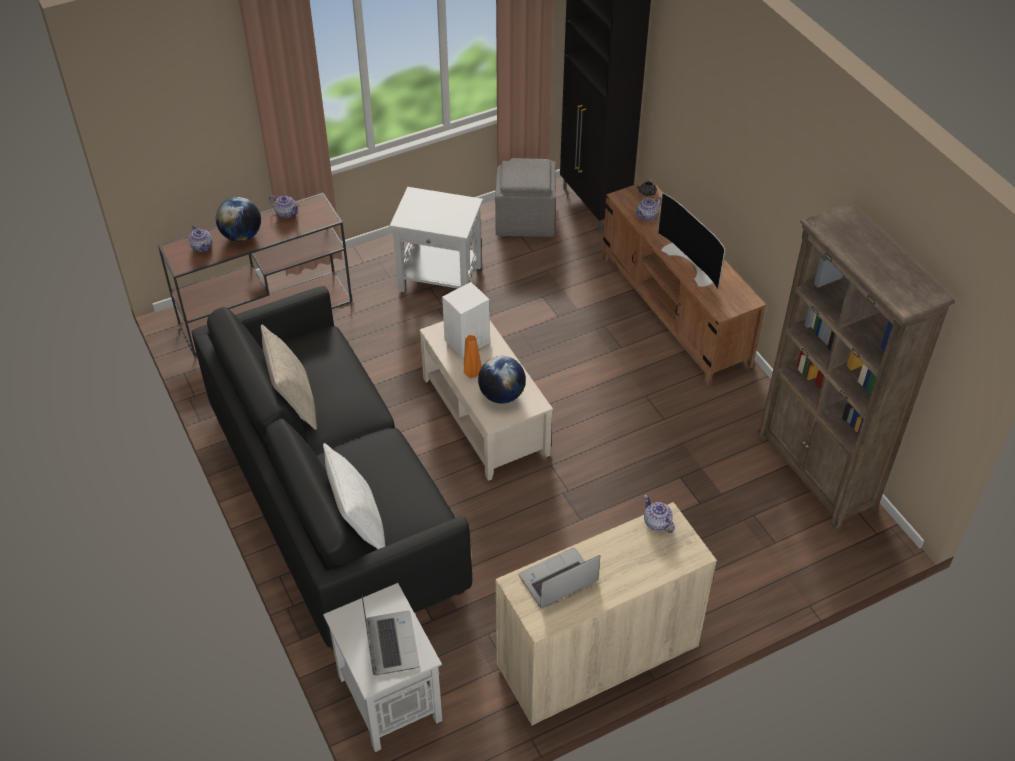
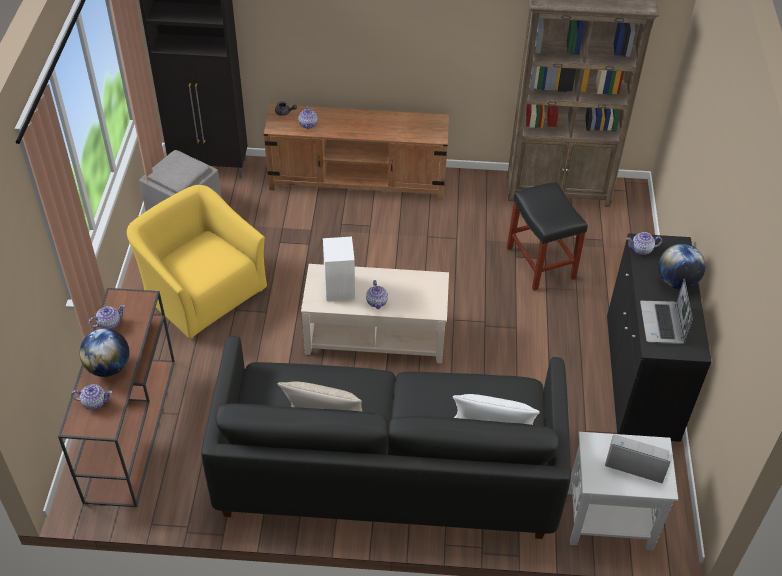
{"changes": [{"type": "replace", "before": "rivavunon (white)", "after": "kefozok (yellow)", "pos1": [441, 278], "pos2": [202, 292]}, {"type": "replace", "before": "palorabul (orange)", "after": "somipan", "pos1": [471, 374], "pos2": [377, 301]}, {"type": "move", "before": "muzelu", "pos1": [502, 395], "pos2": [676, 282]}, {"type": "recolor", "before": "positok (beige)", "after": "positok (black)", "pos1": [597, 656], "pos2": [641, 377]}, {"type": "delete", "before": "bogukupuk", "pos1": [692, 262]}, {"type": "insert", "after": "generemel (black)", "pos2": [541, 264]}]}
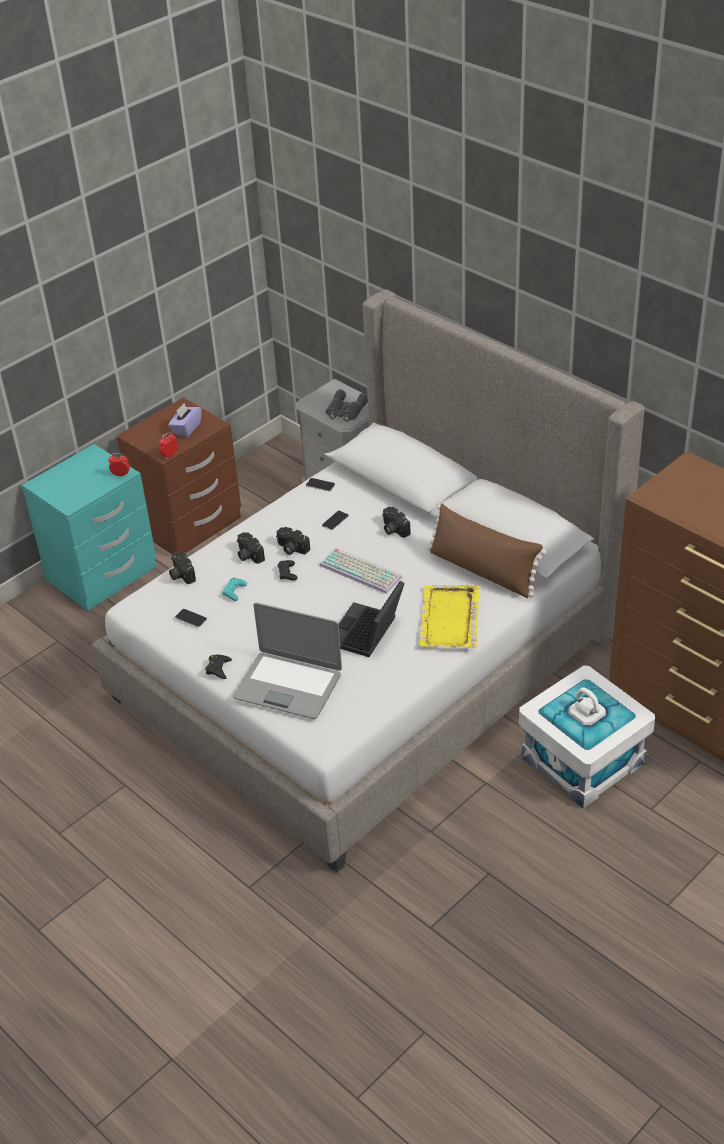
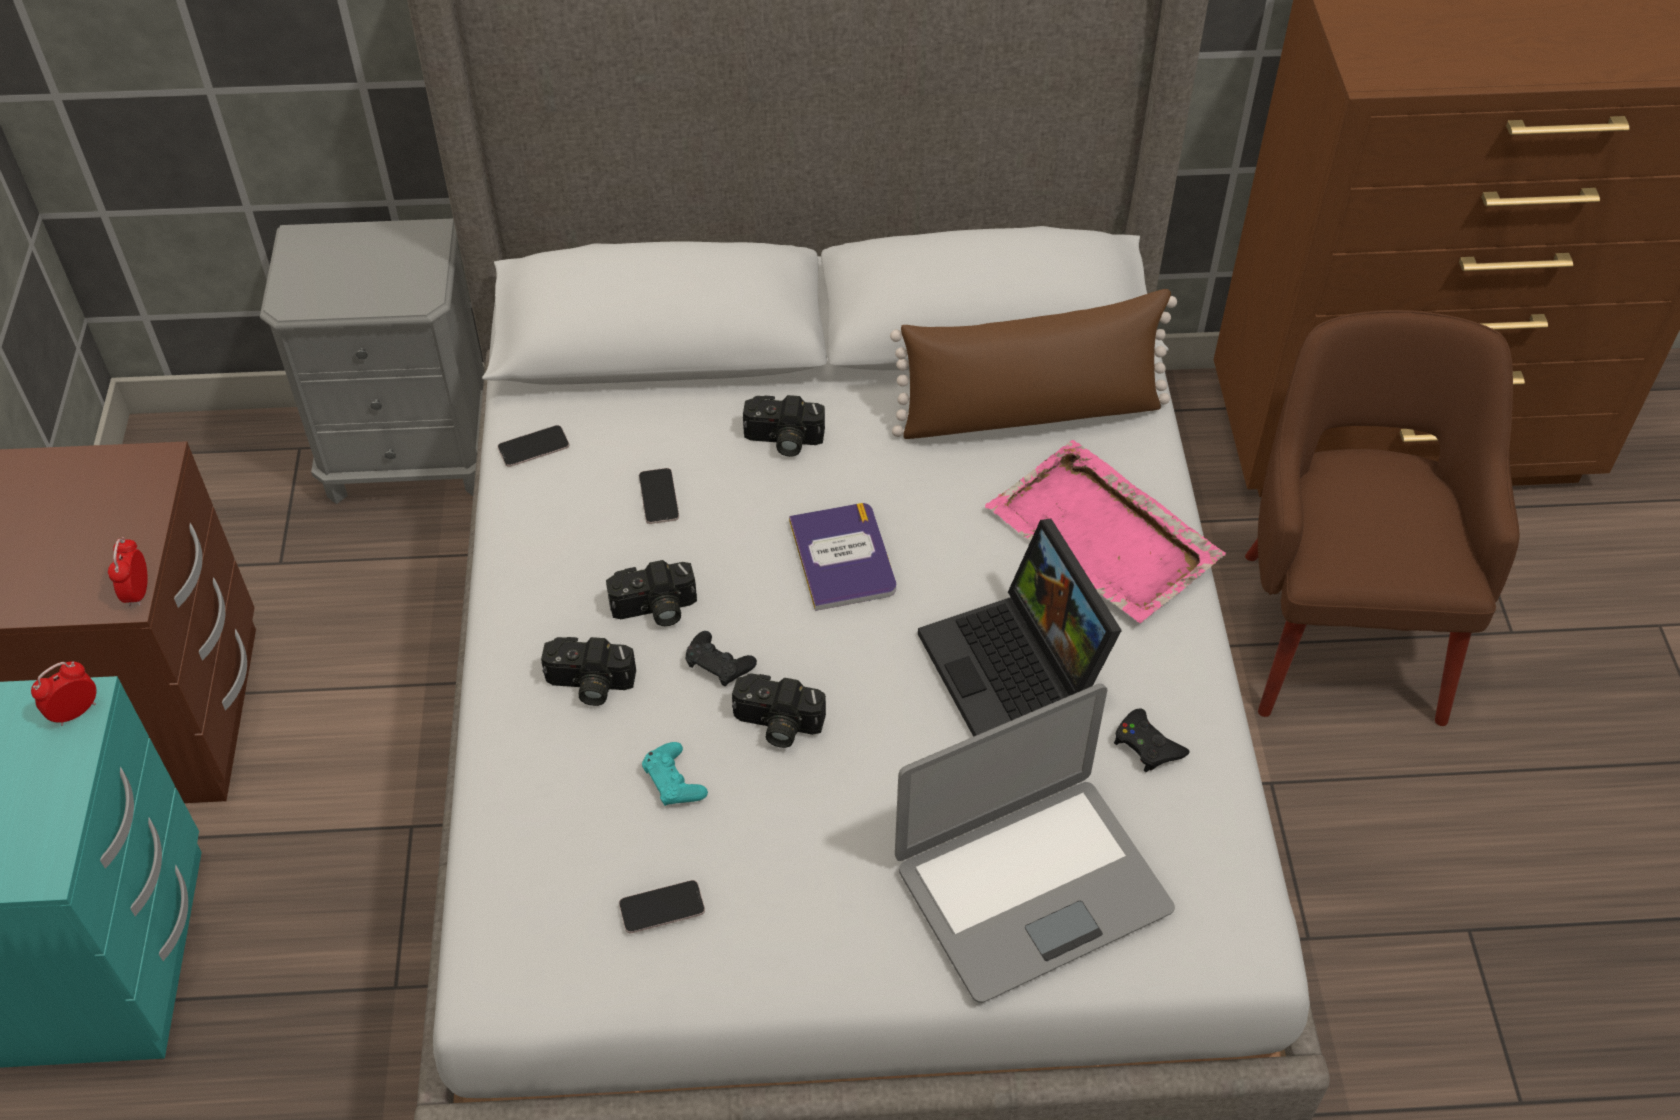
{"changes": [{"type": "delete", "before": "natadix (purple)", "pos1": [186, 429]}, {"type": "move", "before": "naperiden", "pos1": [180, 574], "pos2": [776, 725]}, {"type": "move", "before": "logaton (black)", "pos1": [218, 668], "pos2": [1147, 745]}, {"type": "replace", "before": "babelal", "after": "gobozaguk", "pos1": [362, 571], "pos2": [843, 557]}, {"type": "delete", "before": "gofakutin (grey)", "pos1": [345, 411]}, {"type": "recolor", "before": "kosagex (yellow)", "after": "kosagex (pink)", "pos1": [449, 619], "pos2": [1104, 537]}, {"type": "replace", "before": "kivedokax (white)", "after": "kefozok (brown)", "pos1": [583, 760], "pos2": [1341, 631]}]}
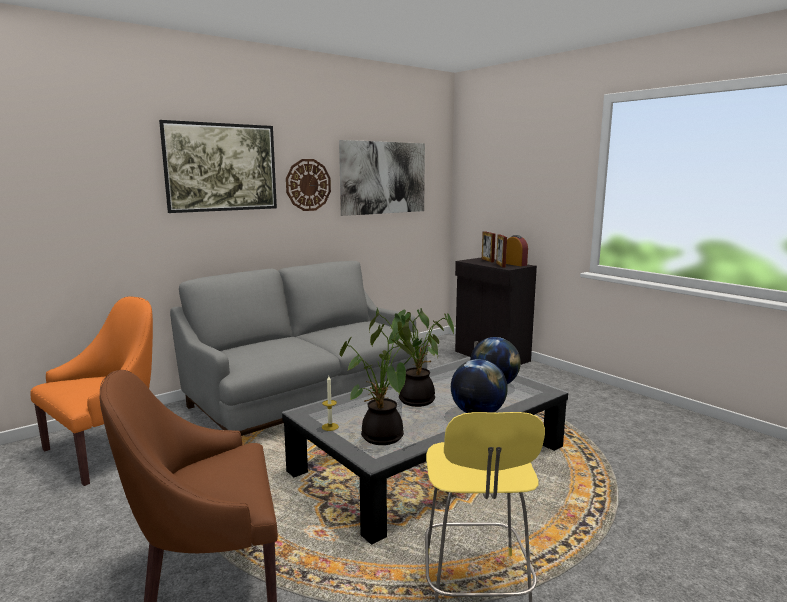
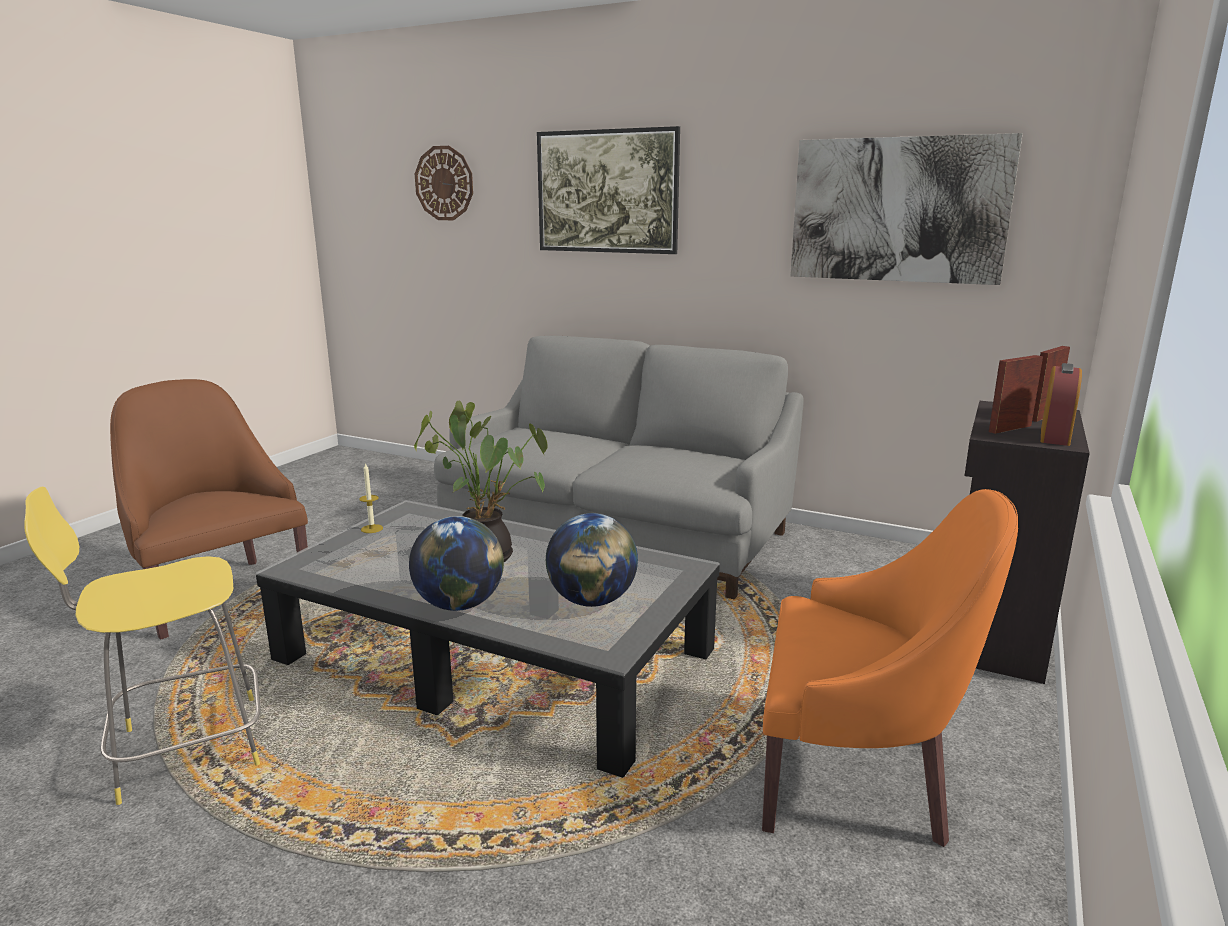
{"changes": [{"type": "move", "before": "kefozok (orange)", "pos1": [107, 450], "pos2": [856, 774]}, {"type": "move", "before": "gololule", "pos1": [308, 185], "pos2": [444, 183]}, {"type": "delete", "before": "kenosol", "pos1": [384, 438]}]}
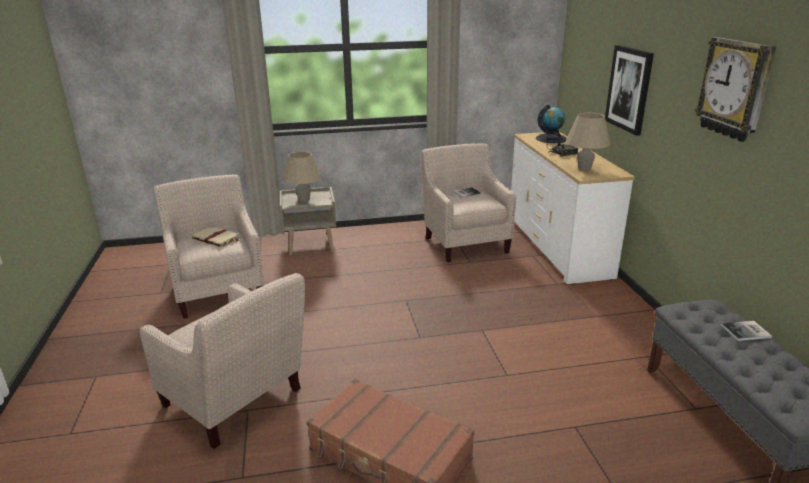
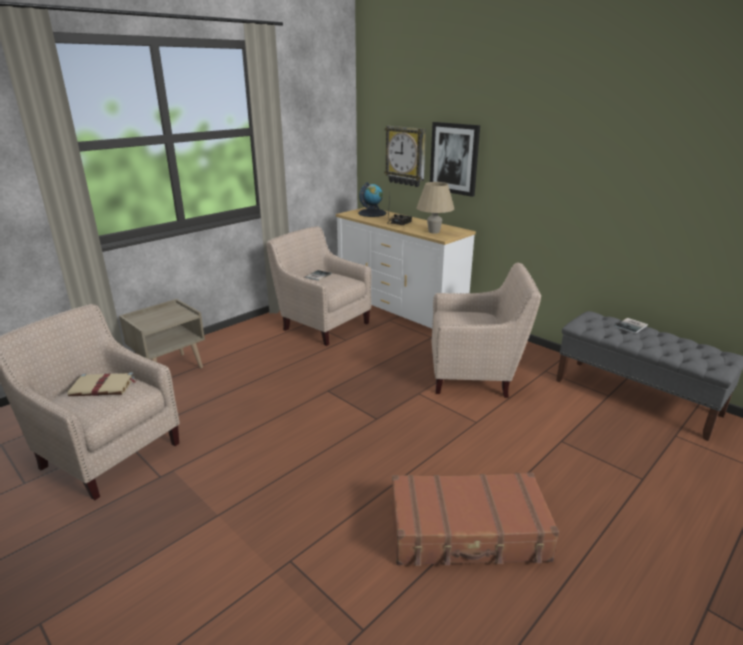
{"changes": [{"type": "move", "before": "kefozok (beige)", "pos1": [236, 403], "pos2": [475, 375]}, {"type": "delete", "before": "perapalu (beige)", "pos1": [304, 200]}, {"type": "move", "before": "gololule", "pos1": [735, 89], "pos2": [406, 156]}]}
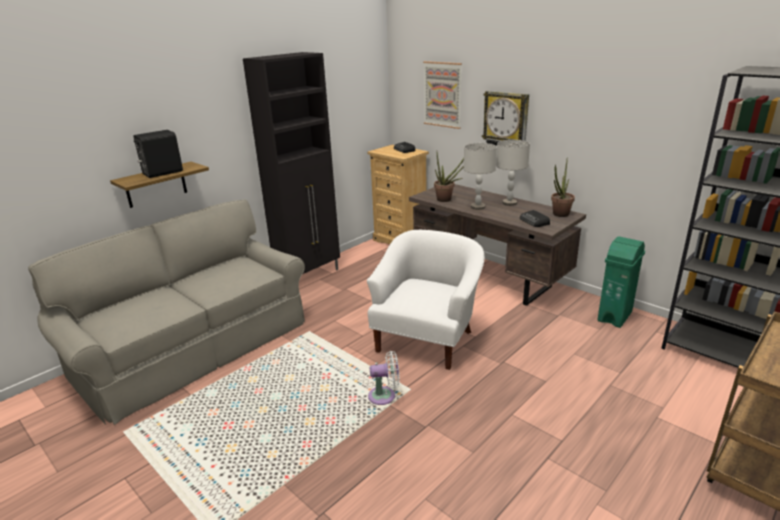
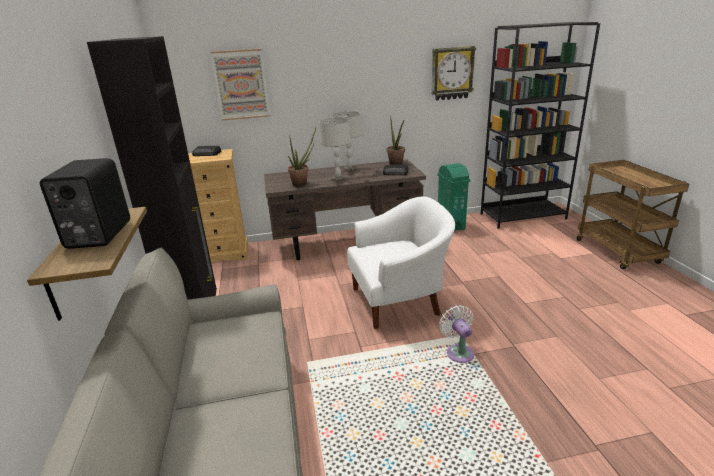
{"changes": [{"type": "rotate", "before": "kefozok (white)", "pos1": [427, 339], "pos2": [399, 301], "turn": 105}, {"type": "rotate", "before": "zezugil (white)", "pos1": [385, 396], "pos2": [458, 352], "turn": -45}, {"type": "move", "before": "gololule", "pos1": [506, 120], "pos2": [452, 73]}]}
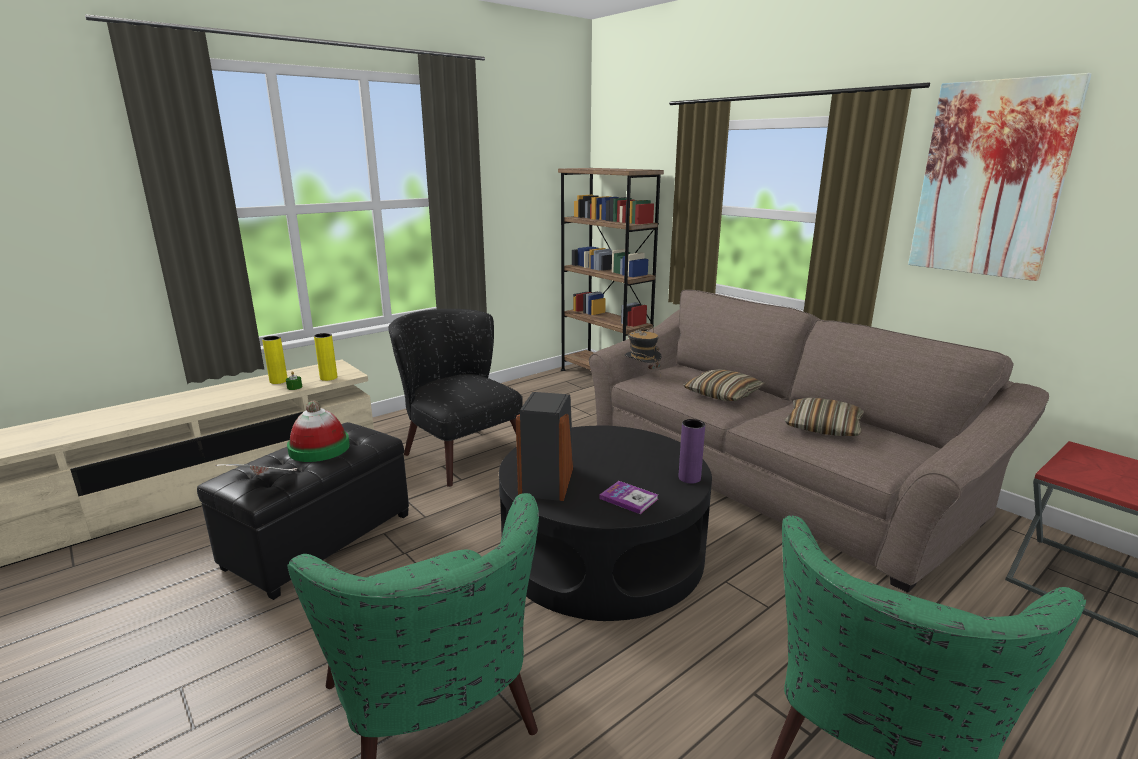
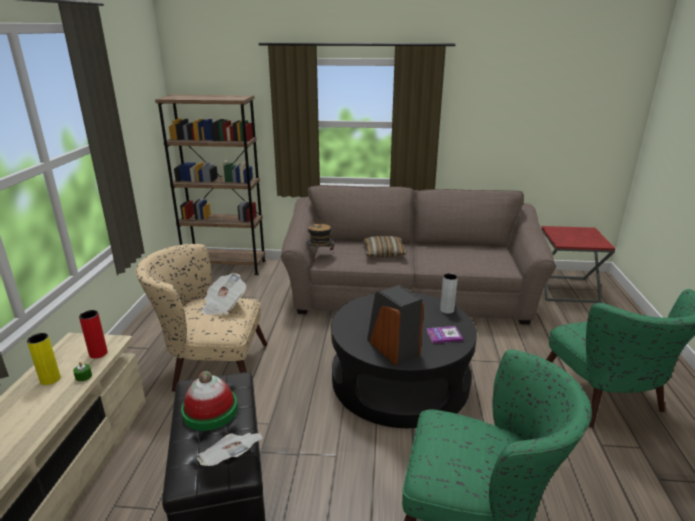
{"changes": [{"type": "recolor", "before": "palorabul (yellow)", "after": "palorabul (red)", "pos1": [328, 378], "pos2": [98, 353]}, {"type": "recolor", "before": "kefozok (black)", "after": "kefozok (beige)", "pos1": [458, 451], "pos2": [211, 366]}, {"type": "recolor", "before": "palorabul (purple)", "after": "palorabul (grey)", "pos1": [689, 478], "pos2": [447, 310]}, {"type": "delete", "before": "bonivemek", "pos1": [823, 427]}, {"type": "delete", "before": "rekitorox", "pos1": [990, 180]}, {"type": "insert", "after": "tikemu", "pos2": [223, 305]}]}
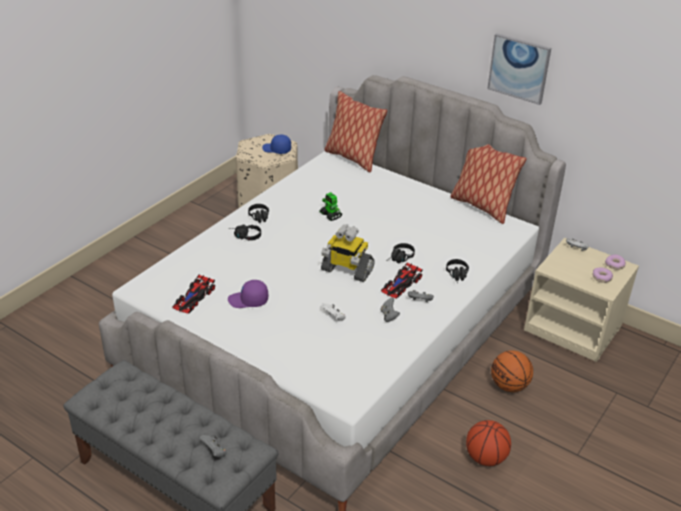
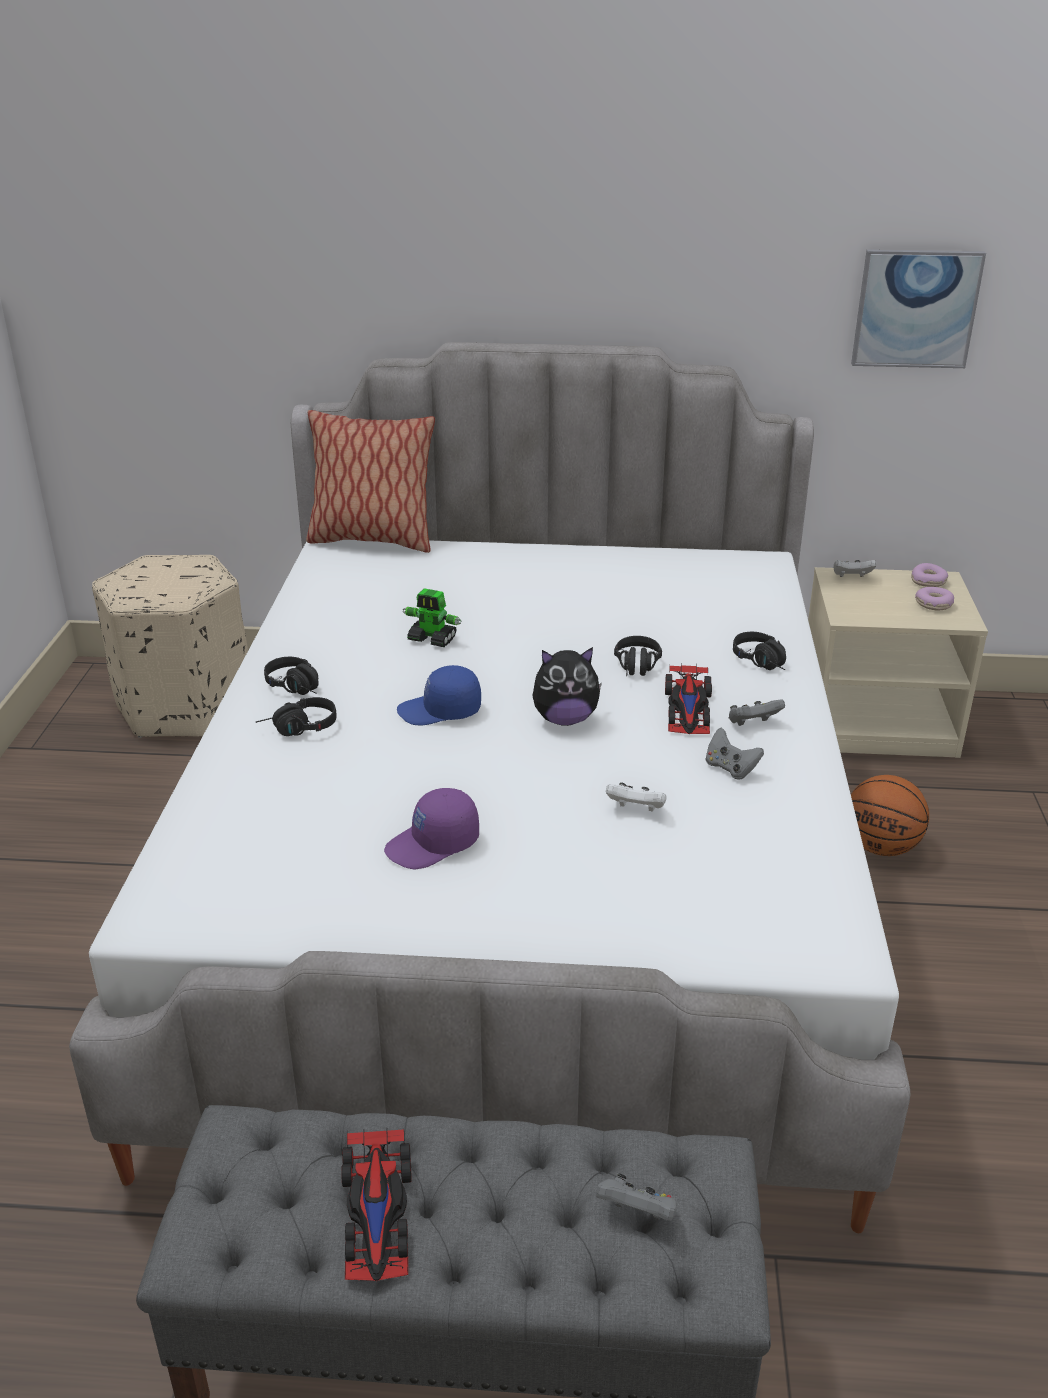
{"changes": [{"type": "move", "before": "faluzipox", "pos1": [194, 298], "pos2": [377, 1211]}, {"type": "move", "before": "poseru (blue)", "pos1": [276, 150], "pos2": [440, 711]}, {"type": "replace", "before": "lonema", "after": "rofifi", "pos1": [346, 270], "pos2": [565, 719]}, {"type": "delete", "before": "bonivemek", "pos1": [481, 207]}, {"type": "delete", "before": "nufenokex", "pos1": [485, 458]}, {"type": "move", "before": "rekitorox", "pos1": [519, 68], "pos2": [916, 308]}]}
